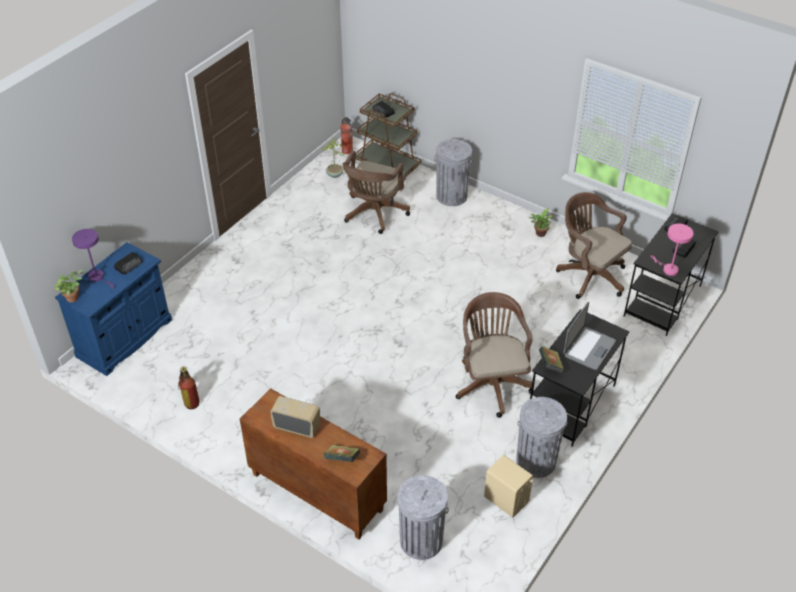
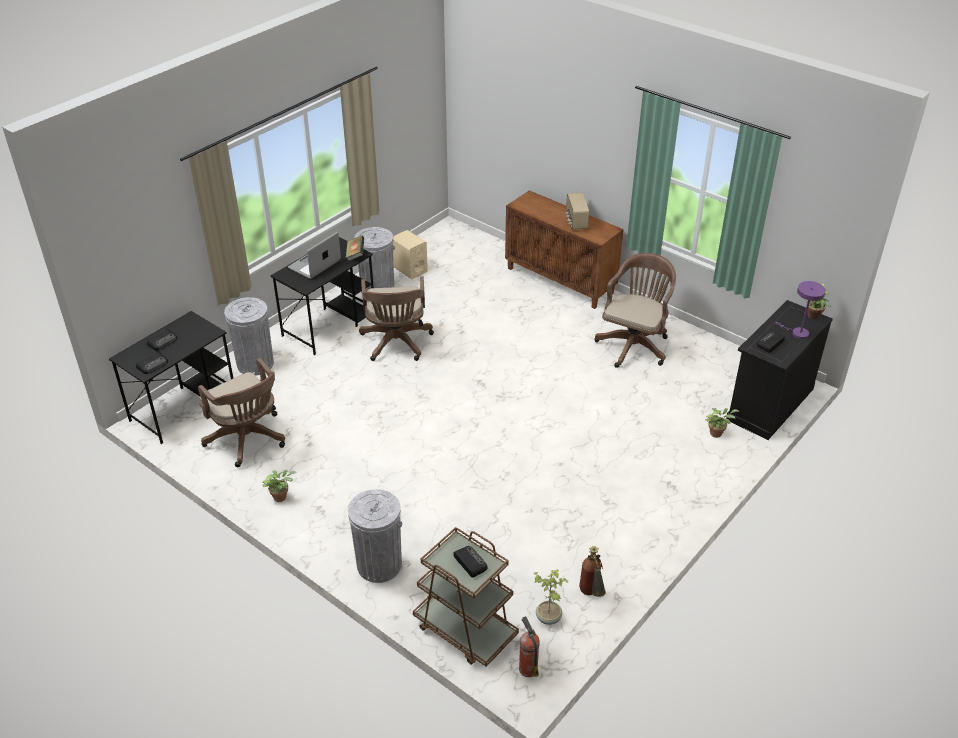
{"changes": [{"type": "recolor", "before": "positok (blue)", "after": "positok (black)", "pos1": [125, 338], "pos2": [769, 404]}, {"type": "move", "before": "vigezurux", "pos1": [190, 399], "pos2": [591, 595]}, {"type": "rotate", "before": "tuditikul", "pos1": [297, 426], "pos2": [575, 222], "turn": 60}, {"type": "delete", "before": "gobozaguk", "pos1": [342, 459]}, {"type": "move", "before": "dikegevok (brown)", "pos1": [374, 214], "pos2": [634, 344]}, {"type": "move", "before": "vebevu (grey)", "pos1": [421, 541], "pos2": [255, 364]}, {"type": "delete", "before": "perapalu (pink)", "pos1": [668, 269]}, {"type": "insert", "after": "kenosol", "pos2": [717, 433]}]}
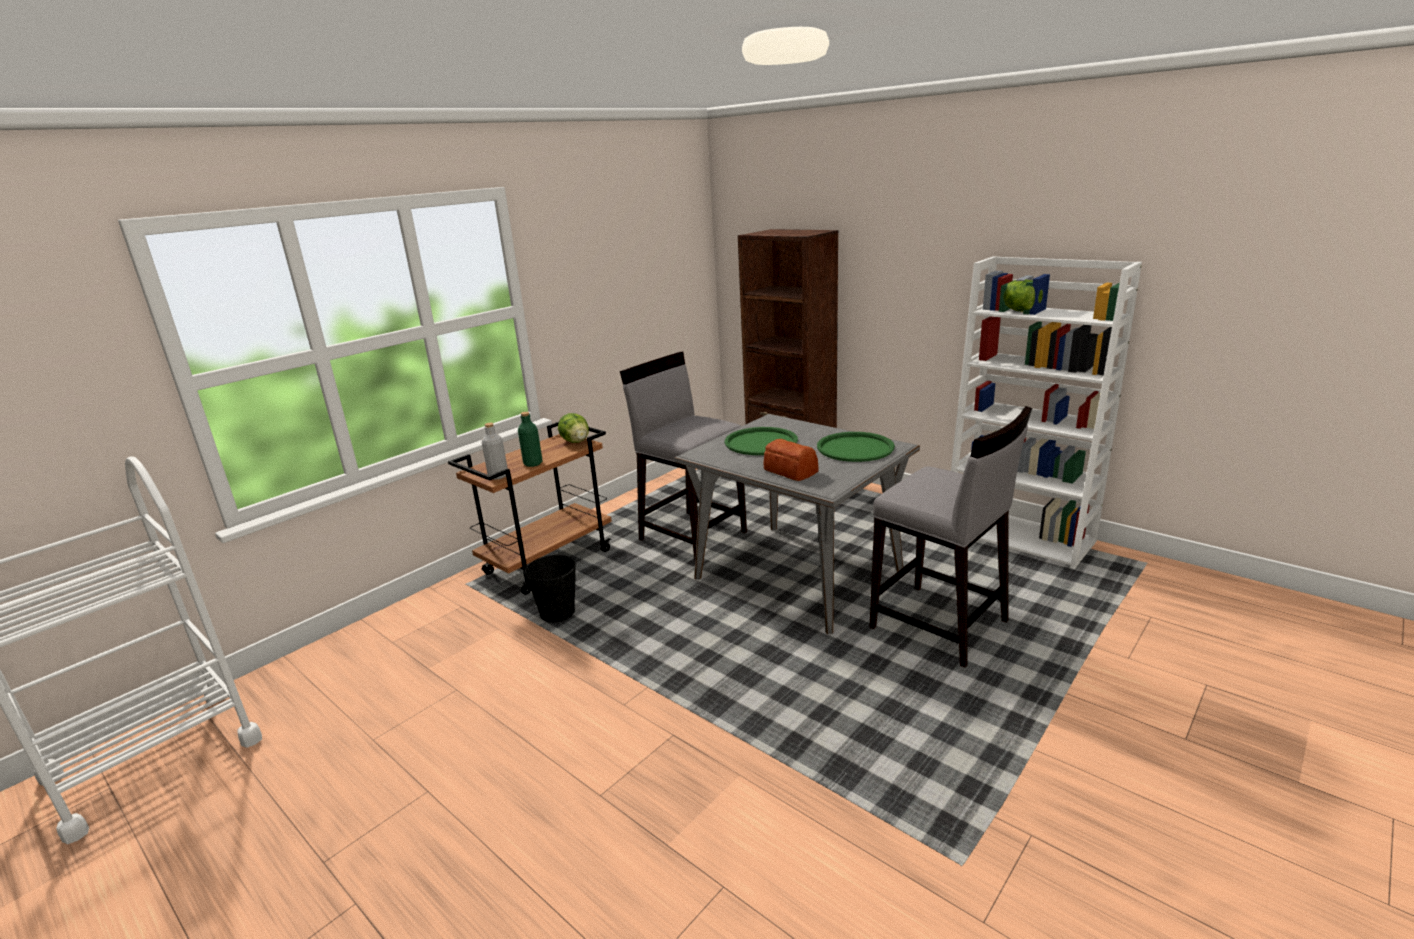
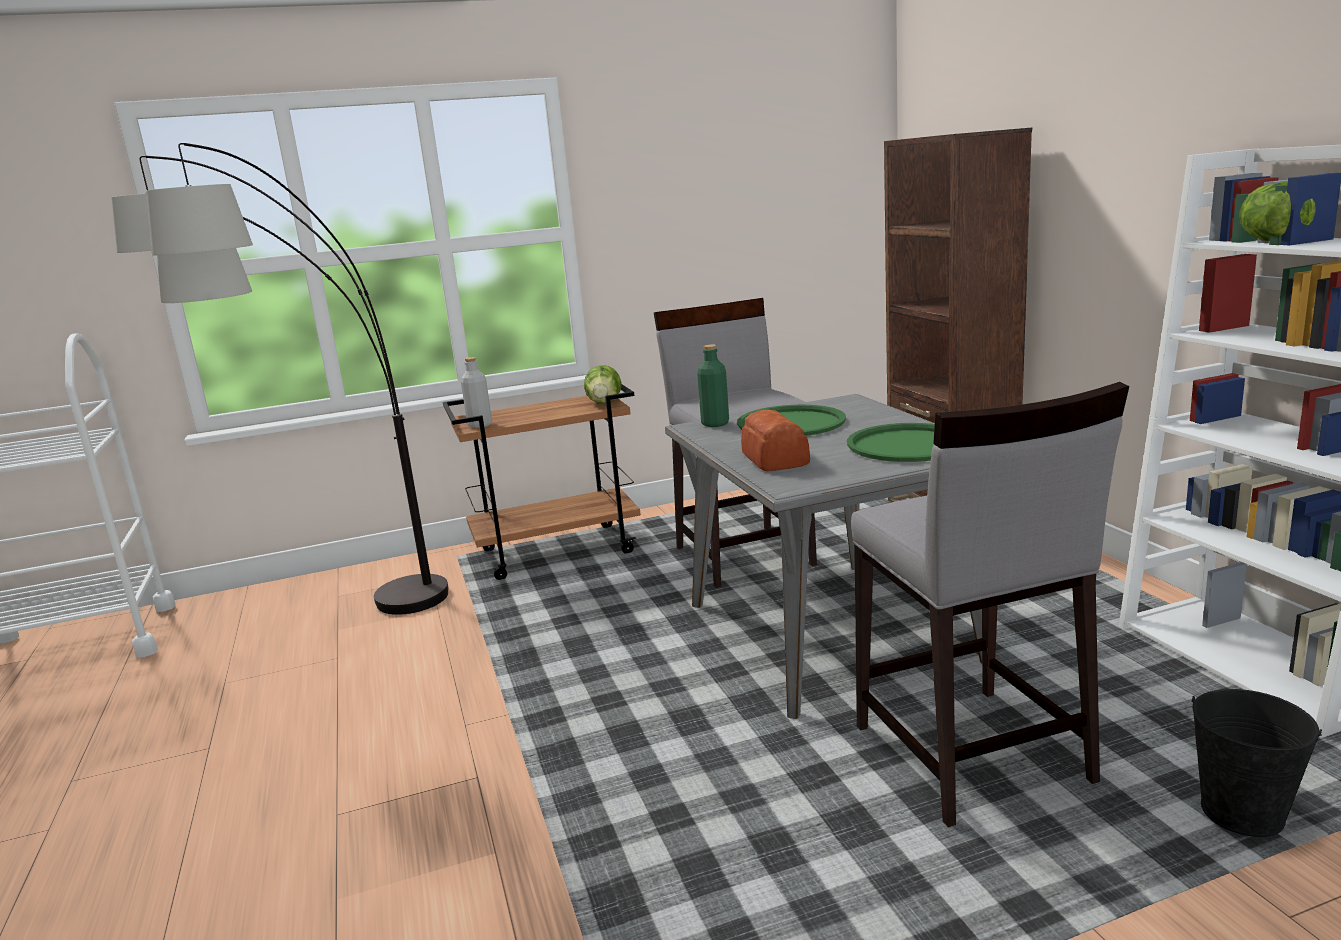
{"changes": [{"type": "move", "before": "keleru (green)", "pos1": [533, 463], "pos2": [715, 423]}, {"type": "move", "before": "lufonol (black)", "pos1": [557, 613], "pos2": [1241, 813]}, {"type": "insert", "after": "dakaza", "pos2": [325, 630]}]}
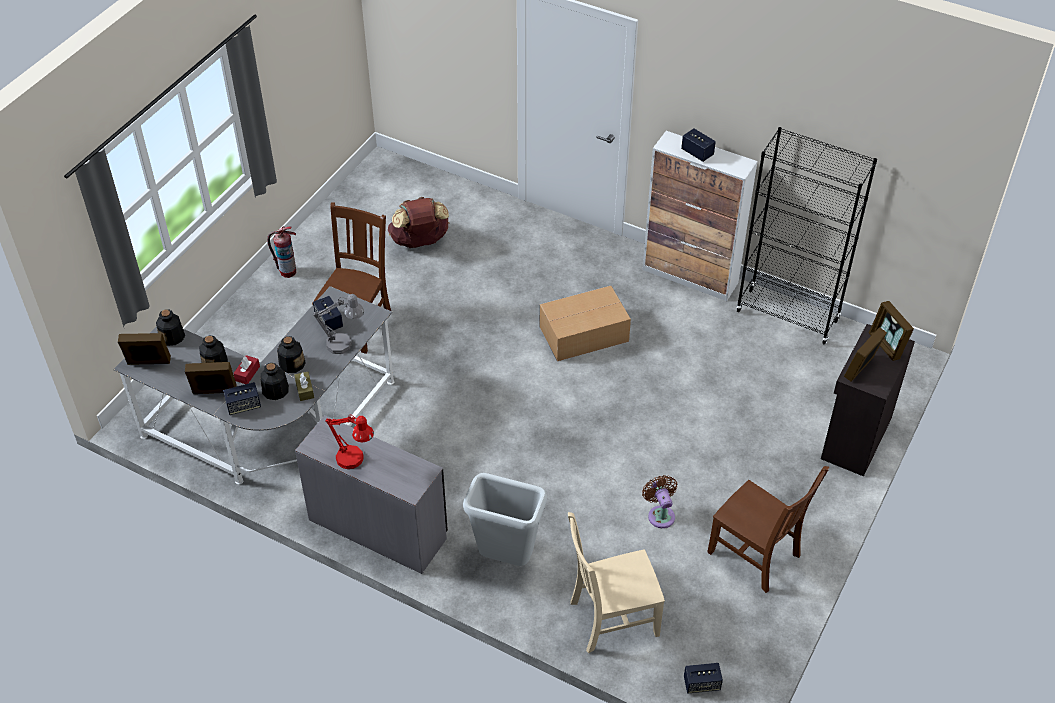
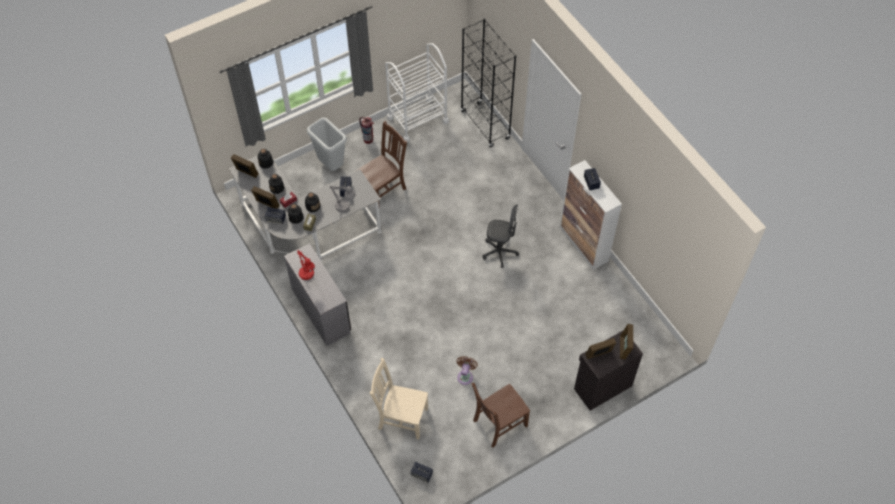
{"changes": [{"type": "delete", "before": "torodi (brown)", "pos1": [420, 242]}, {"type": "move", "before": "vebevu (grey)", "pos1": [505, 559], "pos2": [330, 165]}, {"type": "replace", "before": "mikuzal", "after": "dikegevok (grey)", "pos1": [585, 334], "pos2": [499, 252]}, {"type": "rotate", "before": "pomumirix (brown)", "pos1": [756, 556], "pos2": [498, 424], "turn": 75}, {"type": "move", "before": "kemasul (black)", "pos1": [787, 316], "pos2": [485, 125]}, {"type": "insert", "after": "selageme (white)", "pos2": [417, 119]}]}
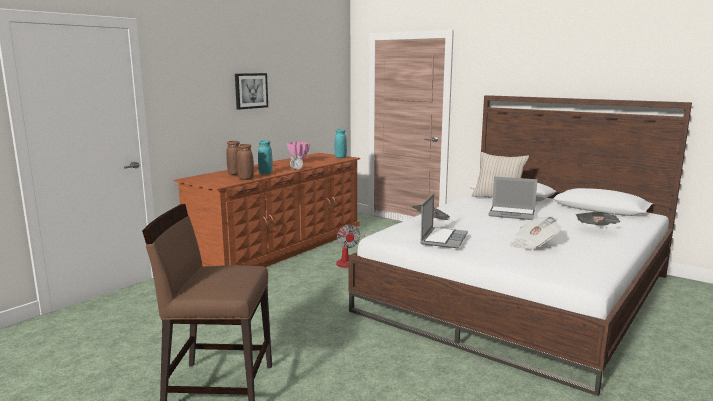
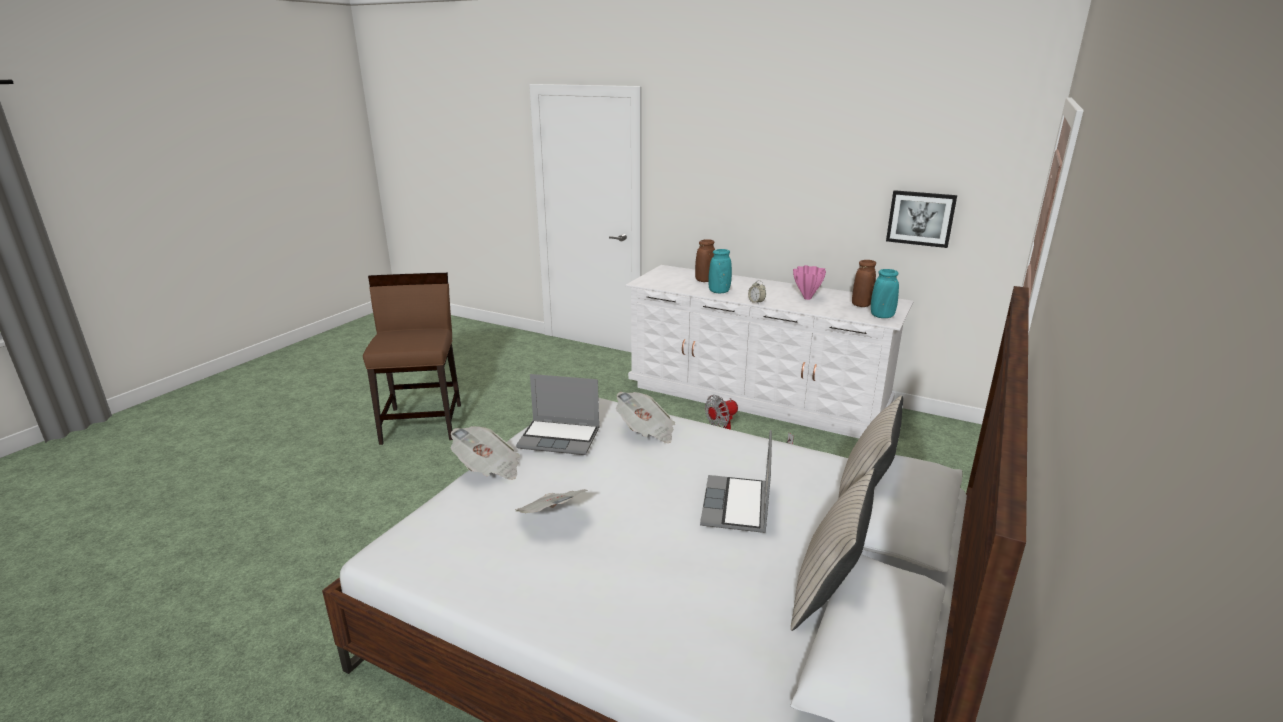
{"changes": [{"type": "recolor", "before": "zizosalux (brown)", "after": "zizosalux (white)", "pos1": [280, 248], "pos2": [756, 397]}, {"type": "move", "before": "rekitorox", "pos1": [251, 90], "pos2": [920, 218]}, {"type": "move", "before": "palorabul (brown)", "pos1": [246, 179], "pos2": [861, 305]}, {"type": "move", "before": "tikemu", "pos1": [596, 230], "pos2": [488, 468]}, {"type": "insert", "after": "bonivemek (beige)", "pos2": [828, 592]}]}
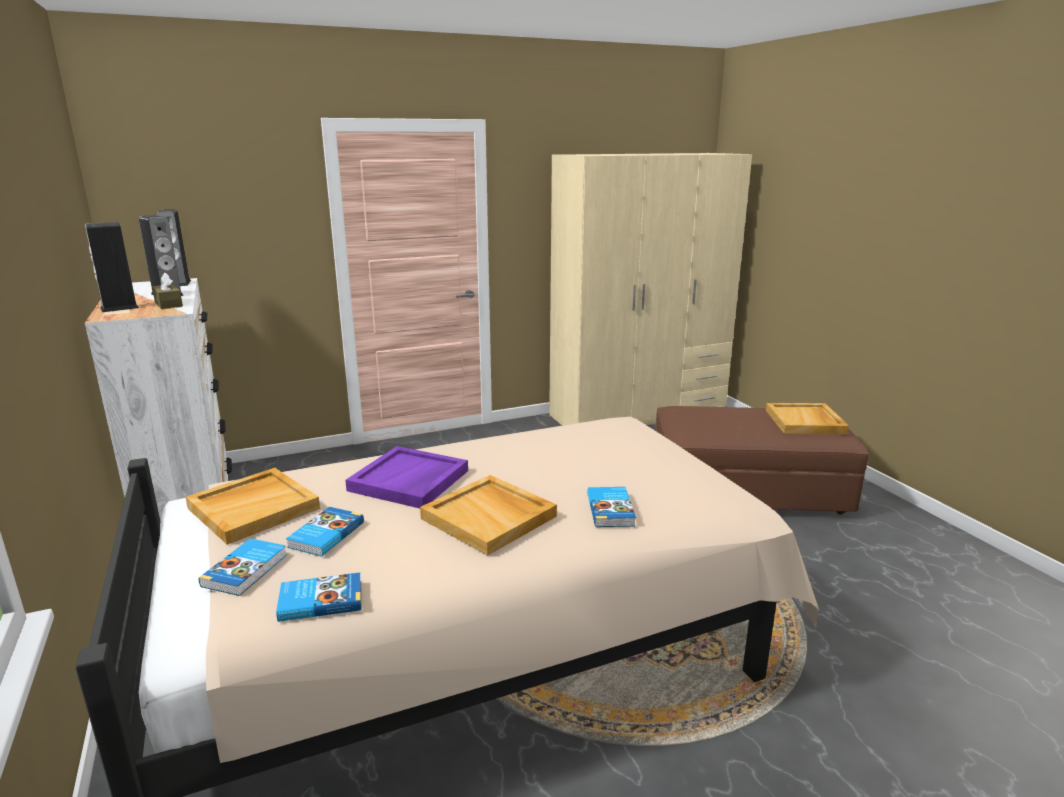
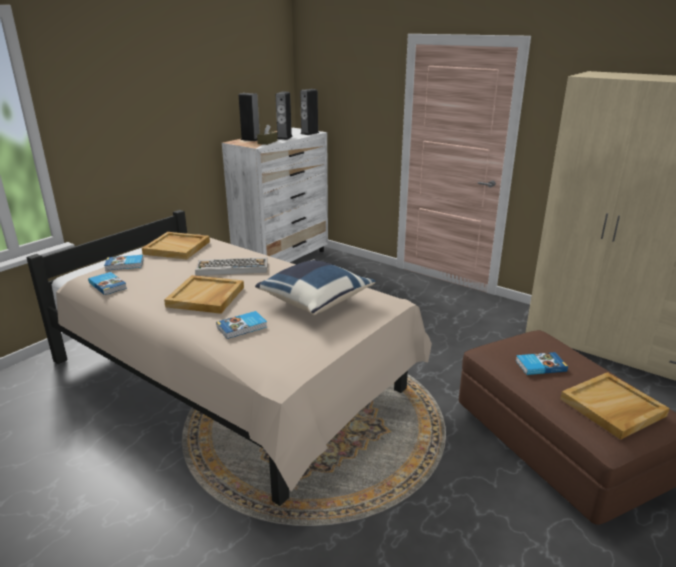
{"changes": [{"type": "move", "before": "gobozaguk", "pos1": [325, 535], "pos2": [540, 365]}, {"type": "replace", "before": "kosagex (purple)", "after": "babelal", "pos1": [409, 481], "pos2": [231, 267]}, {"type": "insert", "after": "bonivemek (blue)", "pos2": [315, 301]}]}
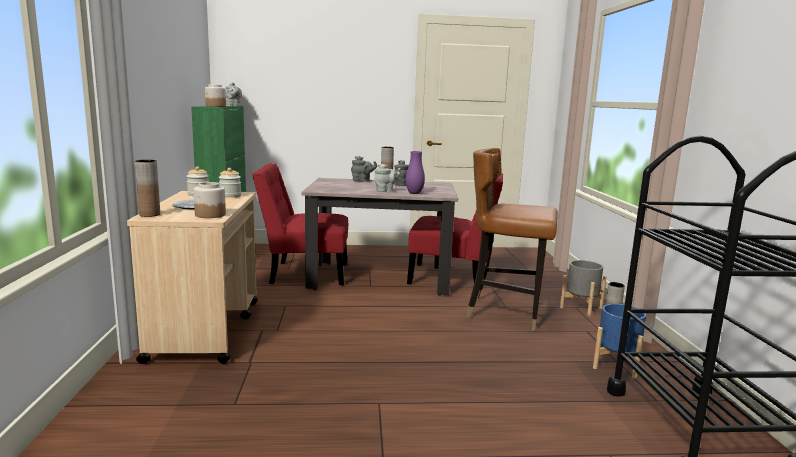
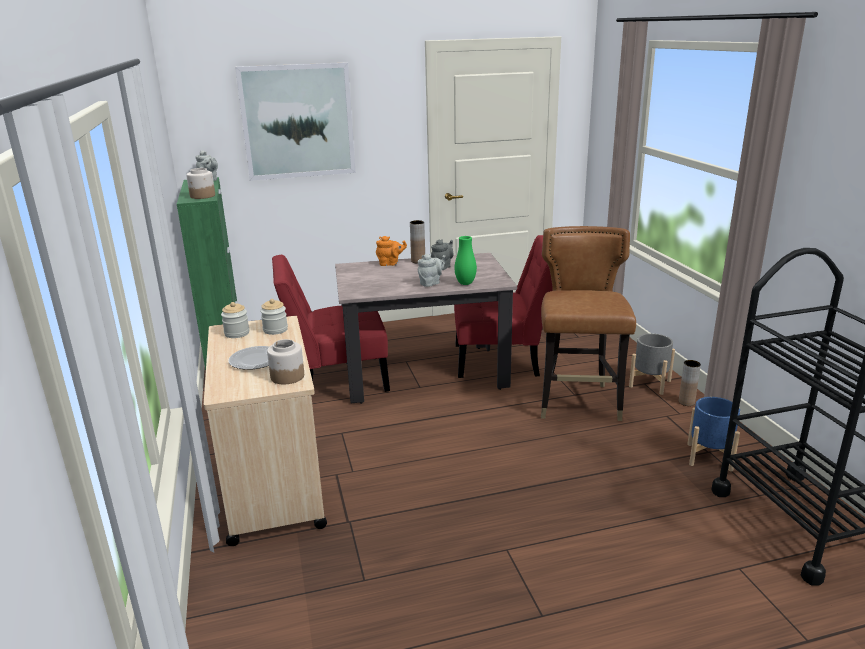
{"changes": [{"type": "delete", "before": "palorabul (brown)", "pos1": [149, 214]}, {"type": "recolor", "before": "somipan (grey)", "after": "somipan (orange)", "pos1": [362, 181], "pos2": [390, 264]}, {"type": "recolor", "before": "palorabul (purple)", "after": "palorabul (green)", "pos1": [414, 193], "pos2": [465, 283]}, {"type": "rotate", "before": "pomumirix (brown)", "pos1": [506, 312], "pos2": [578, 403], "turn": 90}, {"type": "insert", "after": "rekitorox", "pos2": [297, 121]}]}
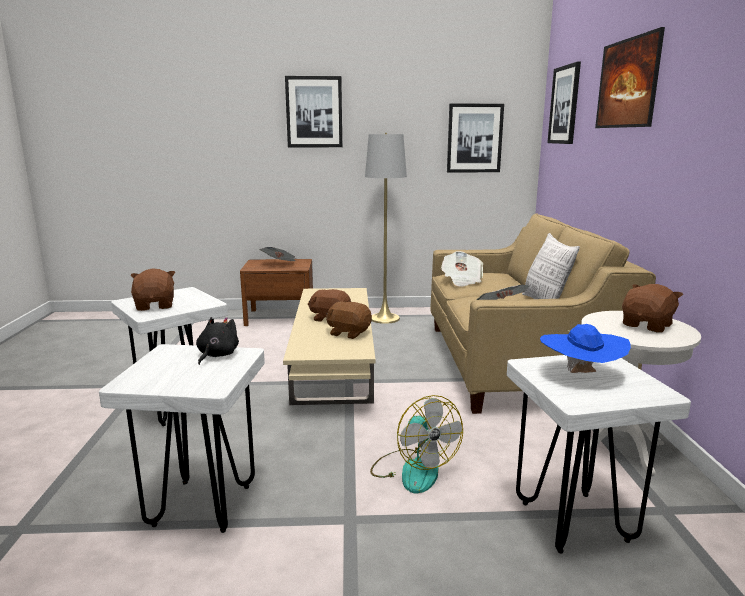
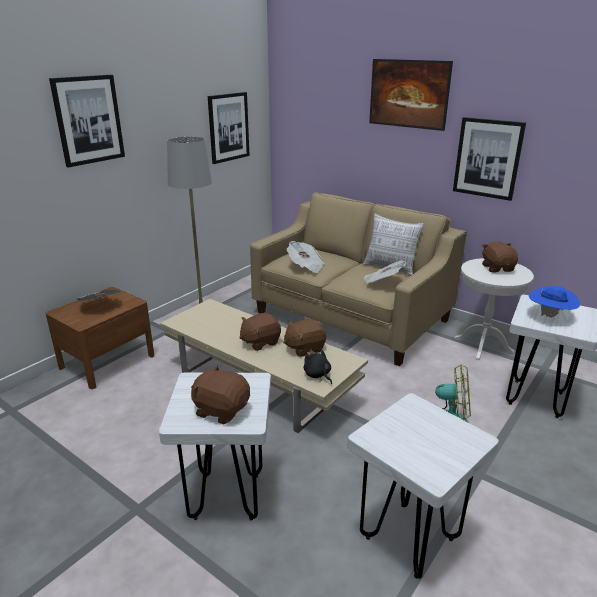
{"changes": [{"type": "move", "before": "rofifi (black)", "pos1": [217, 355], "pos2": [318, 375]}, {"type": "move", "before": "rekitorox", "pos1": [564, 105], "pos2": [487, 158]}]}
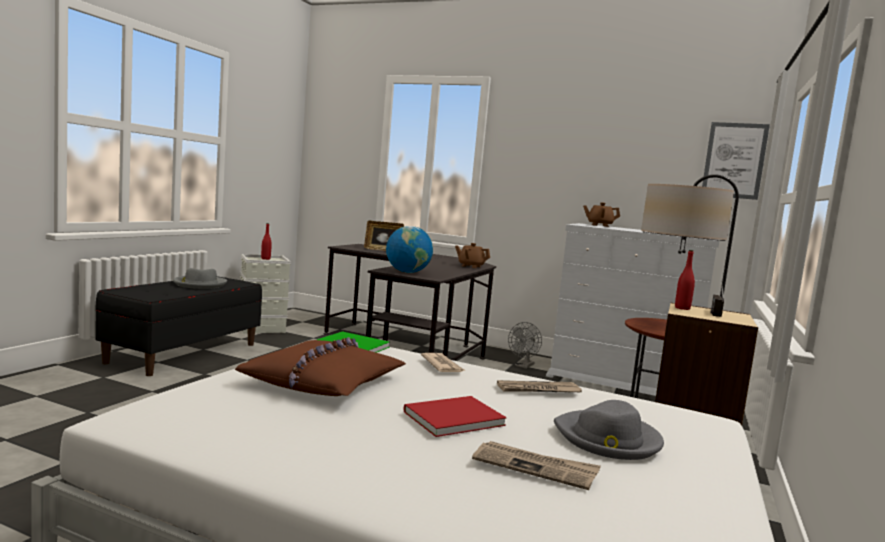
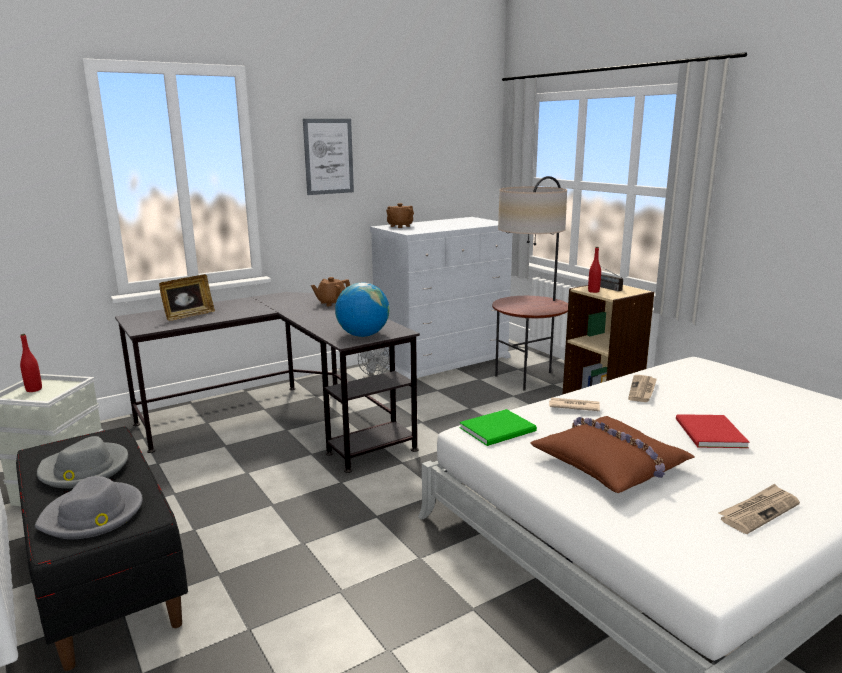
{"changes": [{"type": "move", "before": "tikemu", "pos1": [535, 467], "pos2": [758, 511]}, {"type": "move", "before": "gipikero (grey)", "pos1": [608, 439], "pos2": [93, 515]}, {"type": "move", "before": "rekitorox", "pos1": [734, 160], "pos2": [328, 156]}]}
